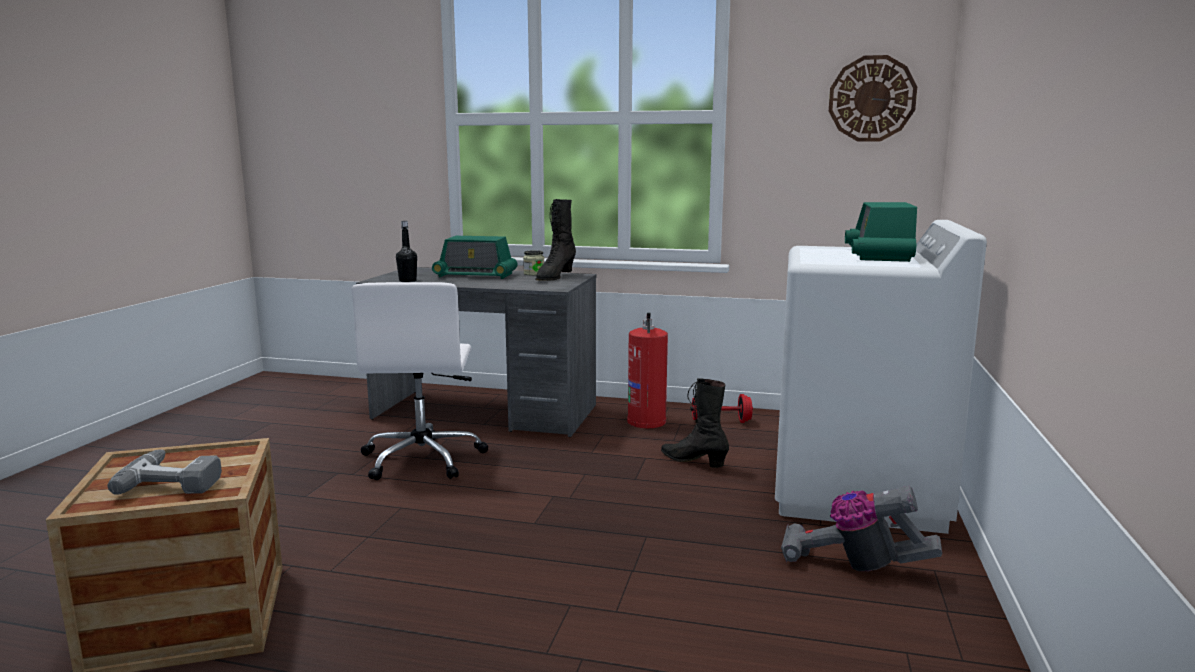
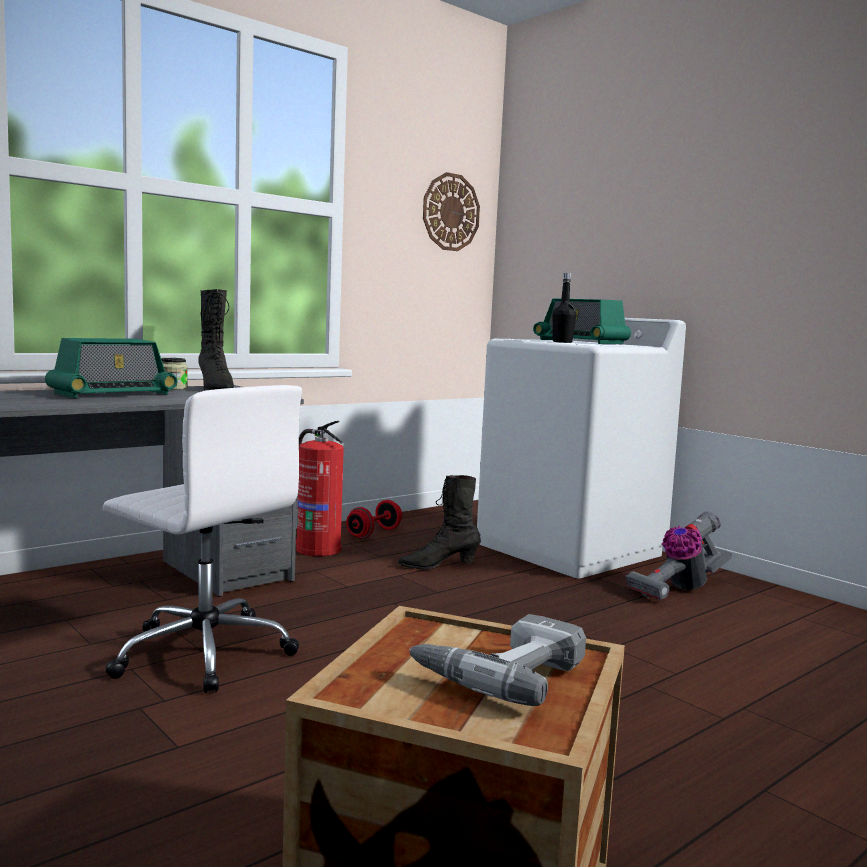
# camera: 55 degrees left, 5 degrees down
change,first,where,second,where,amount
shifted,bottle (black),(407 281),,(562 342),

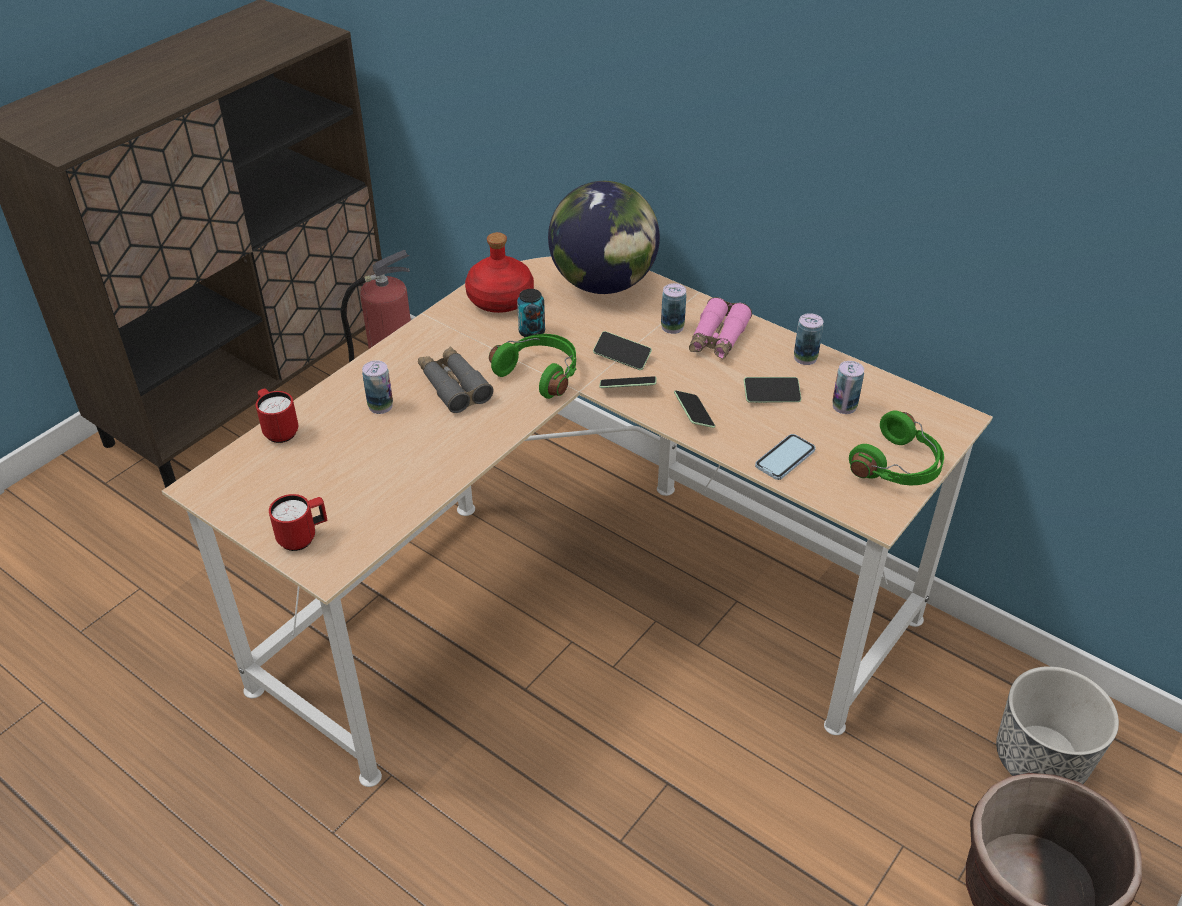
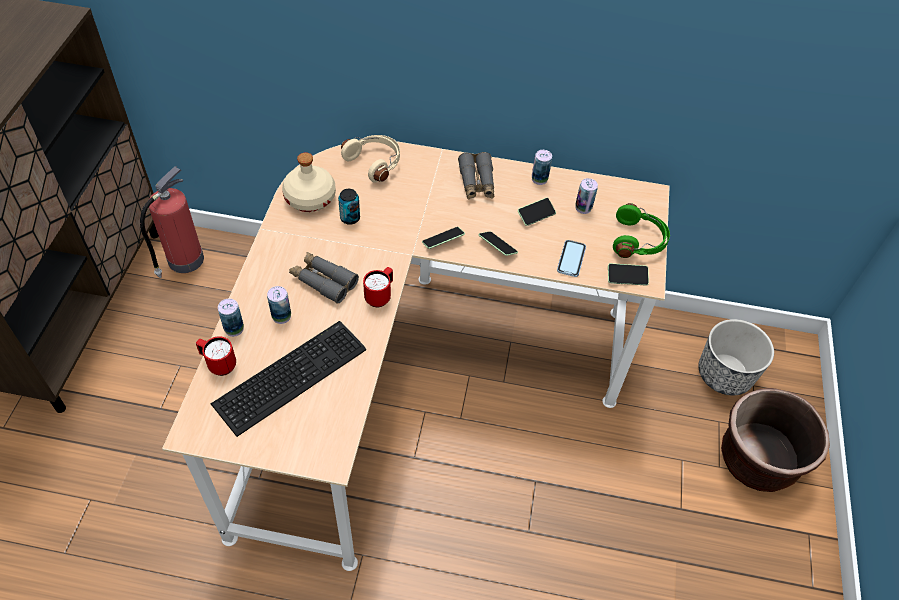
# camera: 30 degrees left, 10 degrees up
change,first,where,second,where,amount
swapped,globe,(604 284),headphones (beige),(375 162),
repainted,bottle (red),(501 299),bottle (beige),(311 198),
shifted,can,(672 327),,(234 329),
repainted,binoculars (pink),(717 338),binoculars (grey),(477 182),
shifted,phone,(622 357),,(626 278),
gone,headphones (green),(540 373),,,
shifted,mug (red),(303 537),,(380 296),
new,,,keyboard,(287 375),

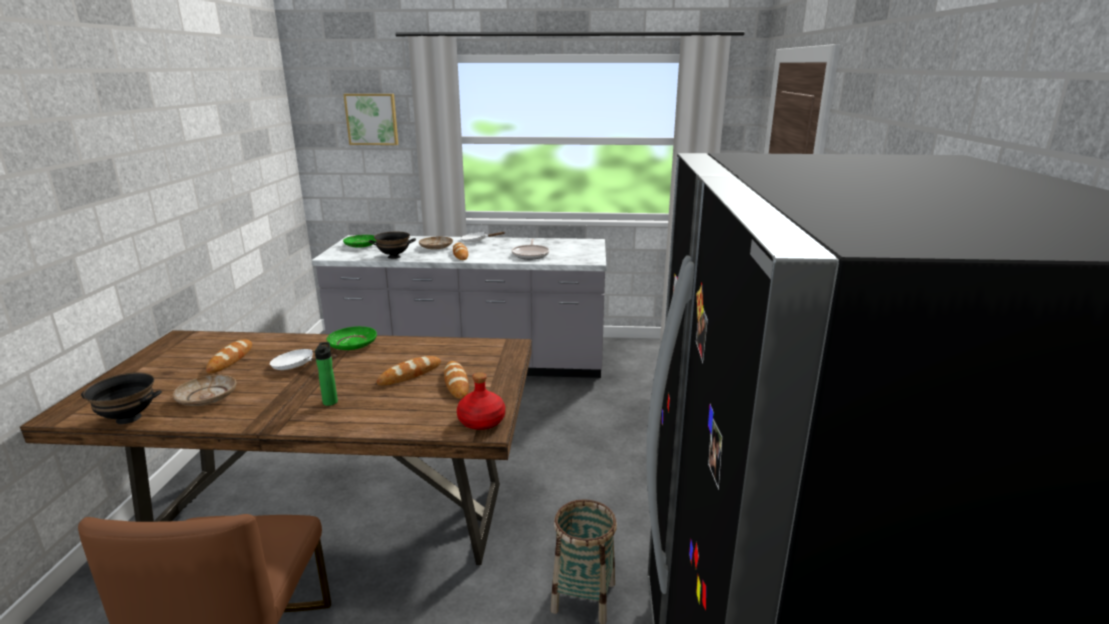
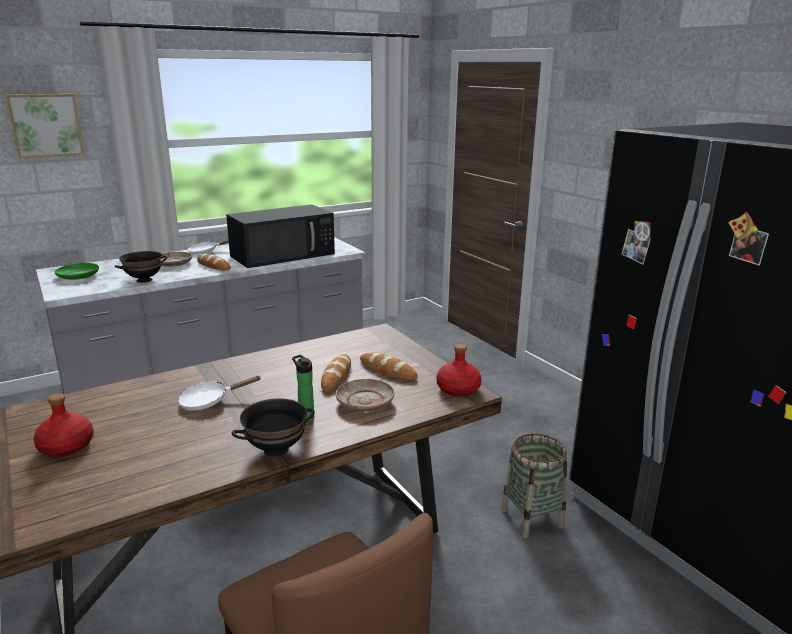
# camera: 35 degrees left, 0 degrees up
change,first,where,second,where,amount
swapped,frying pan,(531 254),microwave (black),(284 254),
gone,plate (green),(353 344),,,
gone,bread,(230 359),,,
shifted,bowl (black),(128 418),,(276 450),
shifted,plate (beige),(207 397),,(365 402),
new,,,bottle (red),(67 446),

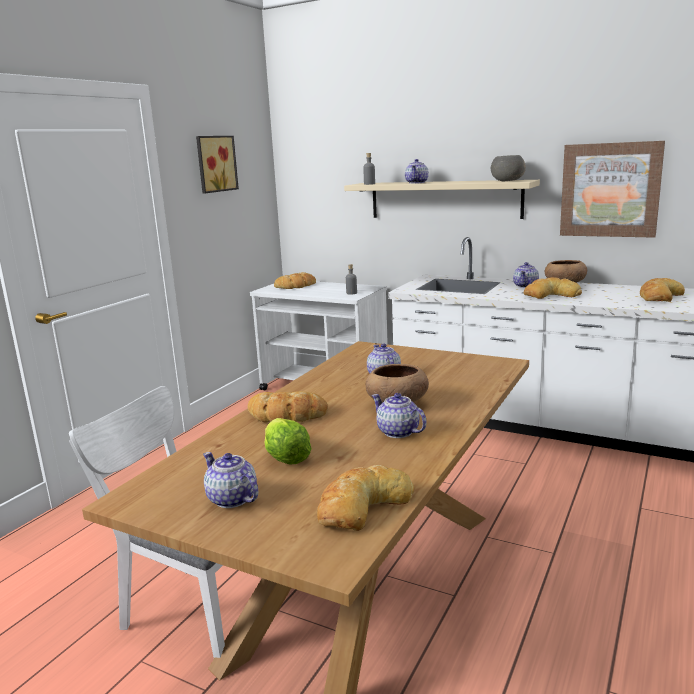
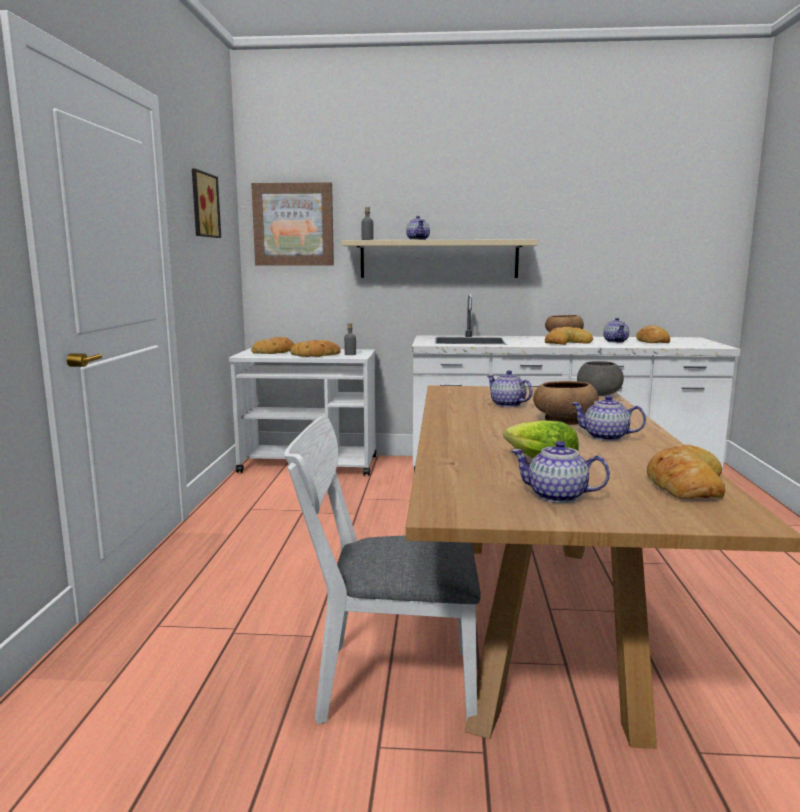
# camera: 25 degrees left, 5 degrees down
change,first,where,second,where,amount
shifted,picture,(610 190),,(293 225),
shifted,bowl (grey),(507 181),,(598 394),
shifted,teapot,(526 286),,(615 341),
shifted,bread,(287 415),,(316 355),

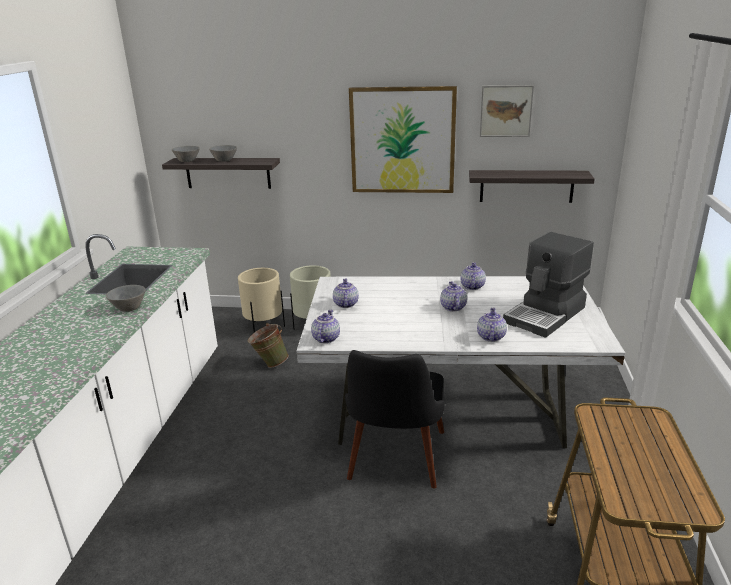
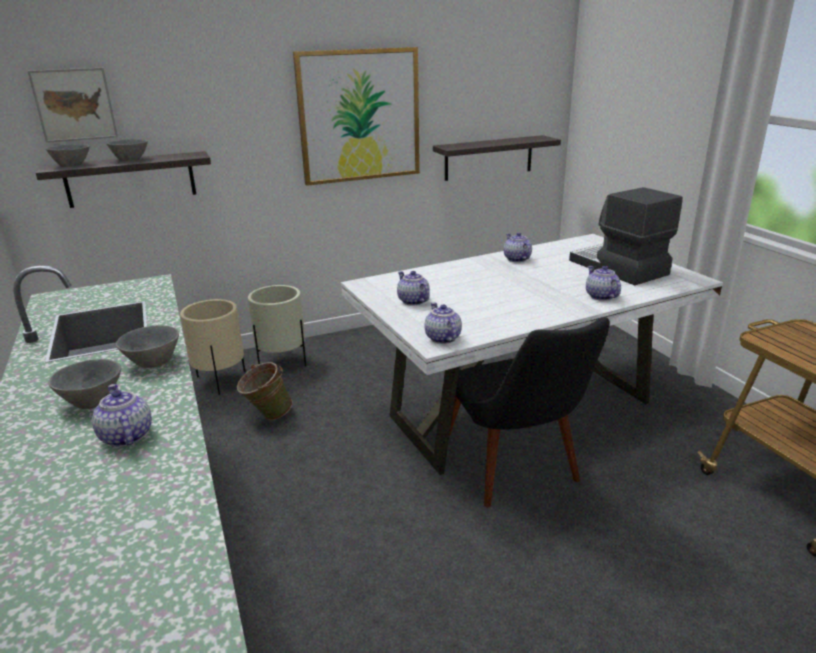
# camera: 30 degrees left, 0 degrees up
change,first,where,second,where,amount
shifted,picture,(506 111),,(74 105),
rotated,coffee machine,(546 315),,(617 268),135 degrees clockwise
shifted,teapot,(452 307),,(125 436),
new,,,bowl (grey),(94 400),

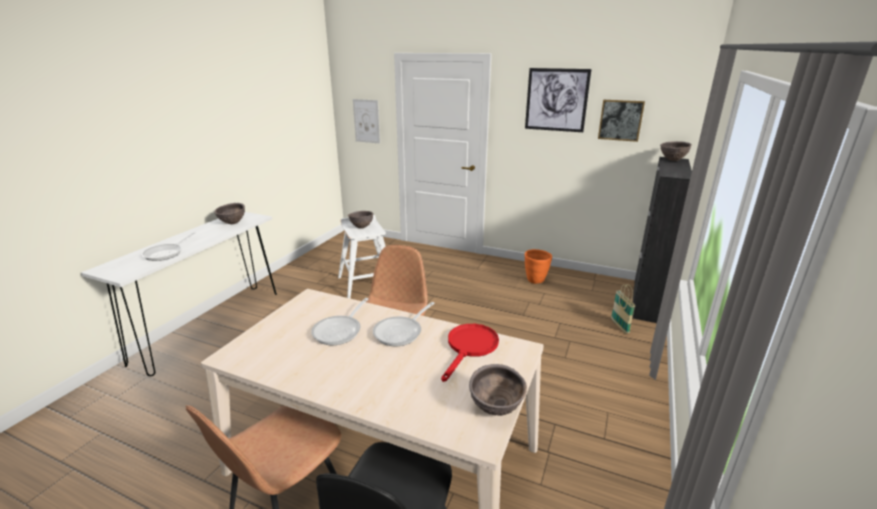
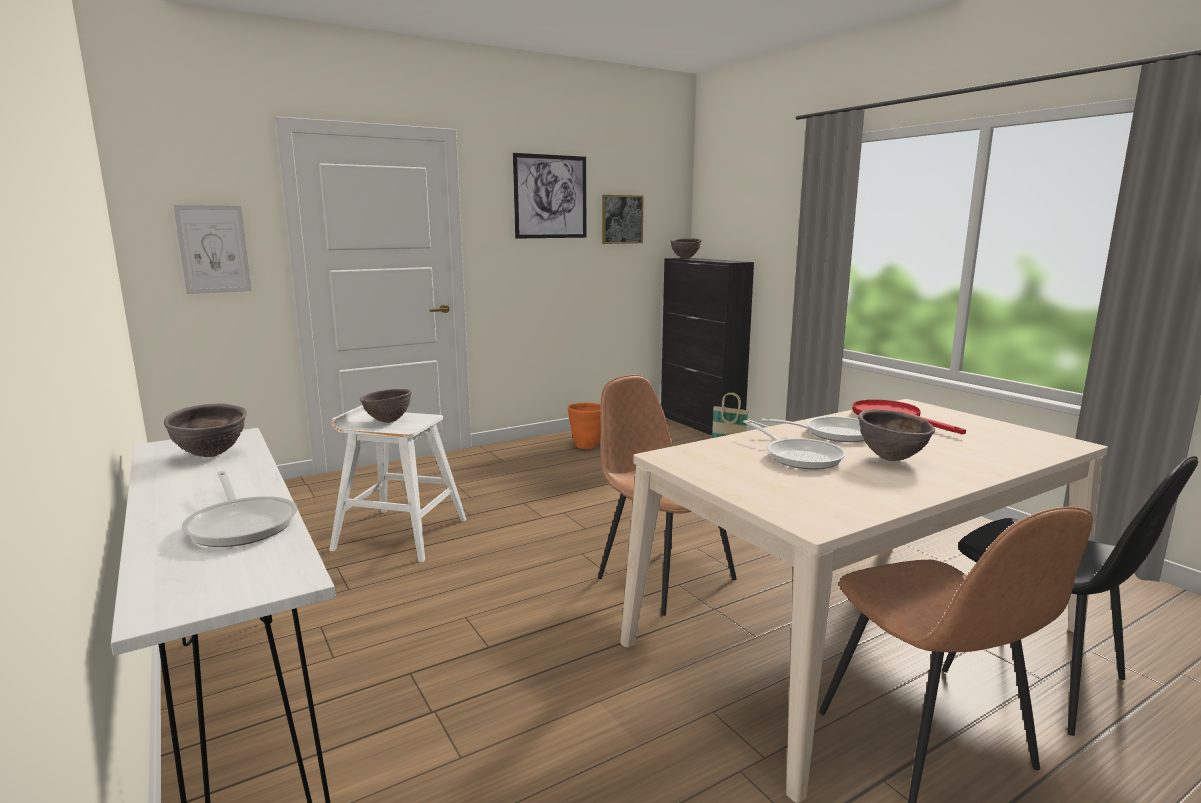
# camera: 55 degrees left, 10 degrees down
change,first,where,second,where,amount
rotated,frying pan,(401 332),,(833 433),75 degrees counterclockwise
shifted,bowl (brown),(495 409),,(891 459),

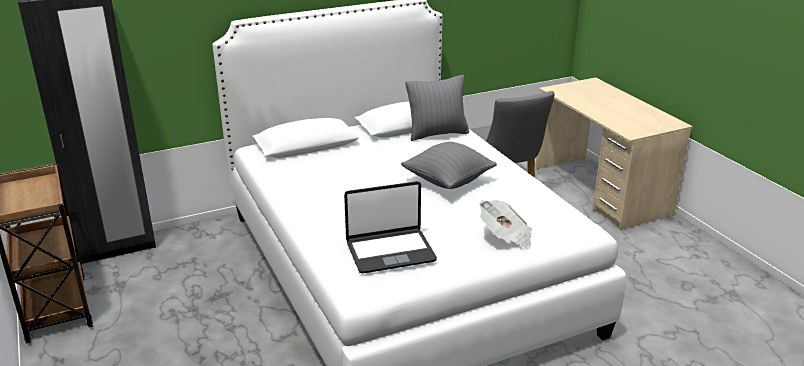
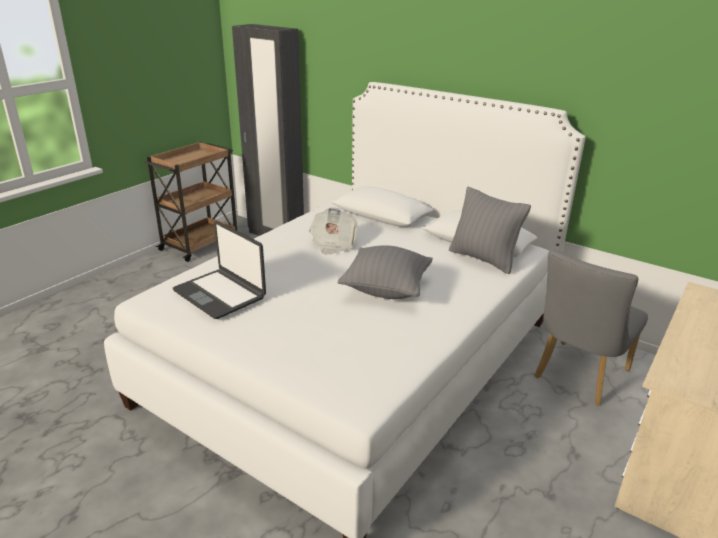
# camera: 60 degrees right, 0 degrees up
change,first,where,second,where,amount
shifted,newspaper,(506 237),,(333 243),

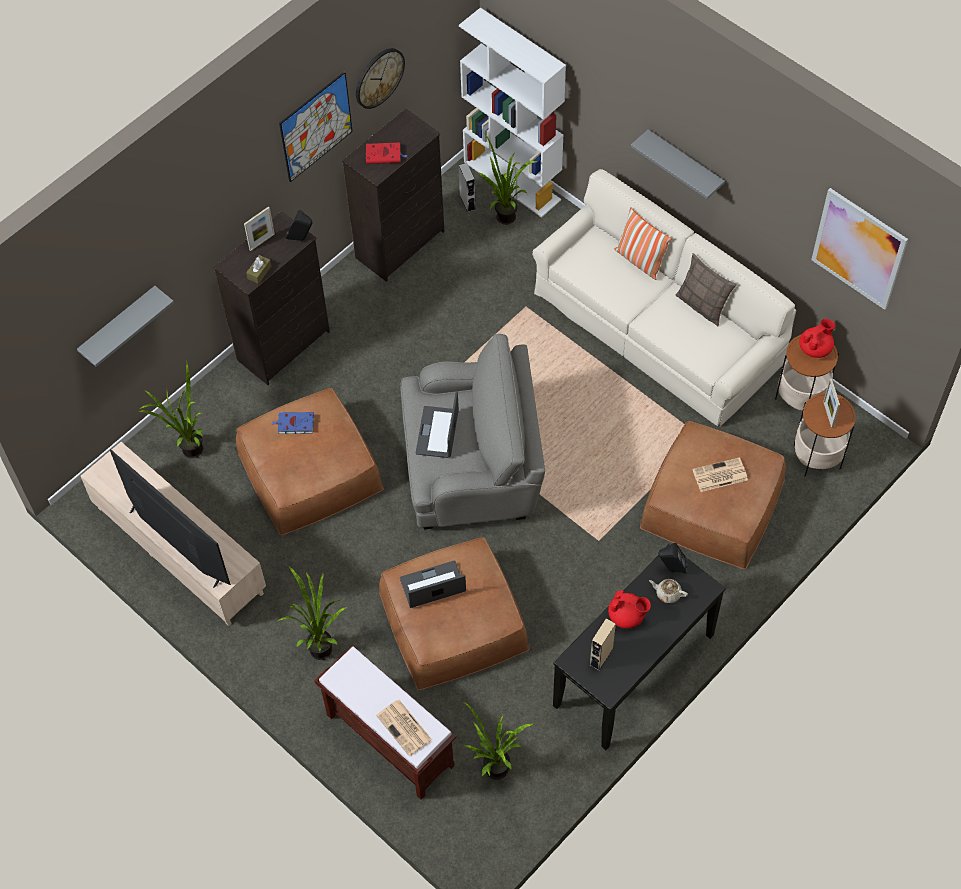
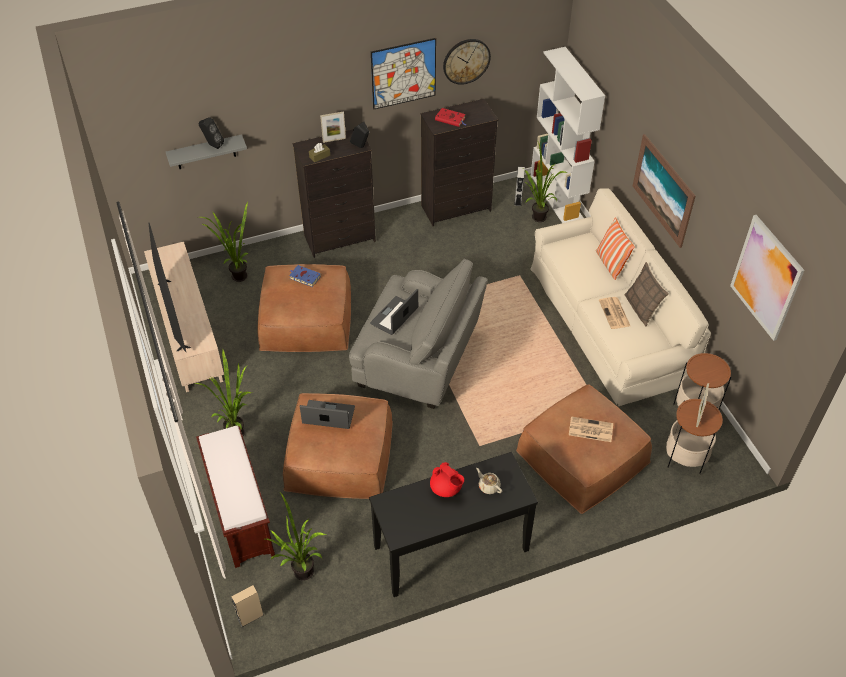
# camera: 25 degrees right, 10 degrees down
change,first,where,second,where,amount
swapped,shelf (grey),(684 164),picture,(663 190),
gone,teapot (red),(815 348),,,
shifted,speaker (black),(671 568),,(212 145),
shifted,speaker (beige),(601 656),,(250 617),
shifted,newspaper,(405 728),,(615 313),

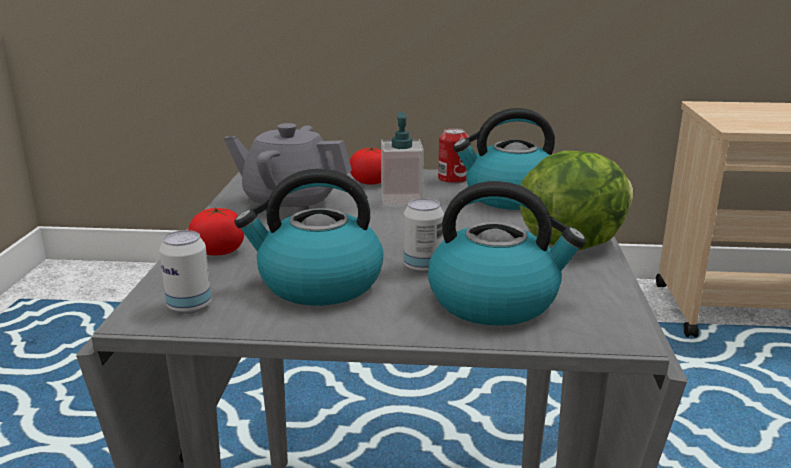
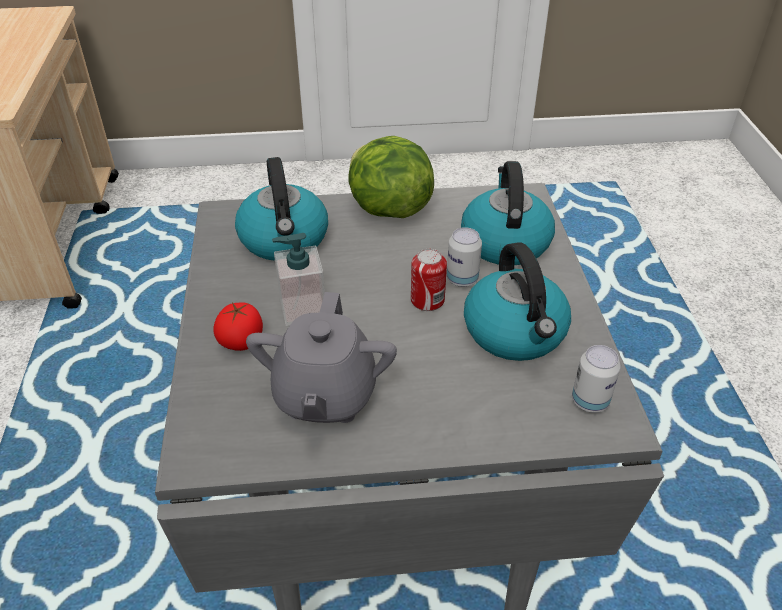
# camera: 100 degrees left, 20 degrees up
change,first,where,second,where,amount
shifted,can,(453 179),,(427 300),
gone,tomato,(218 251),,,

